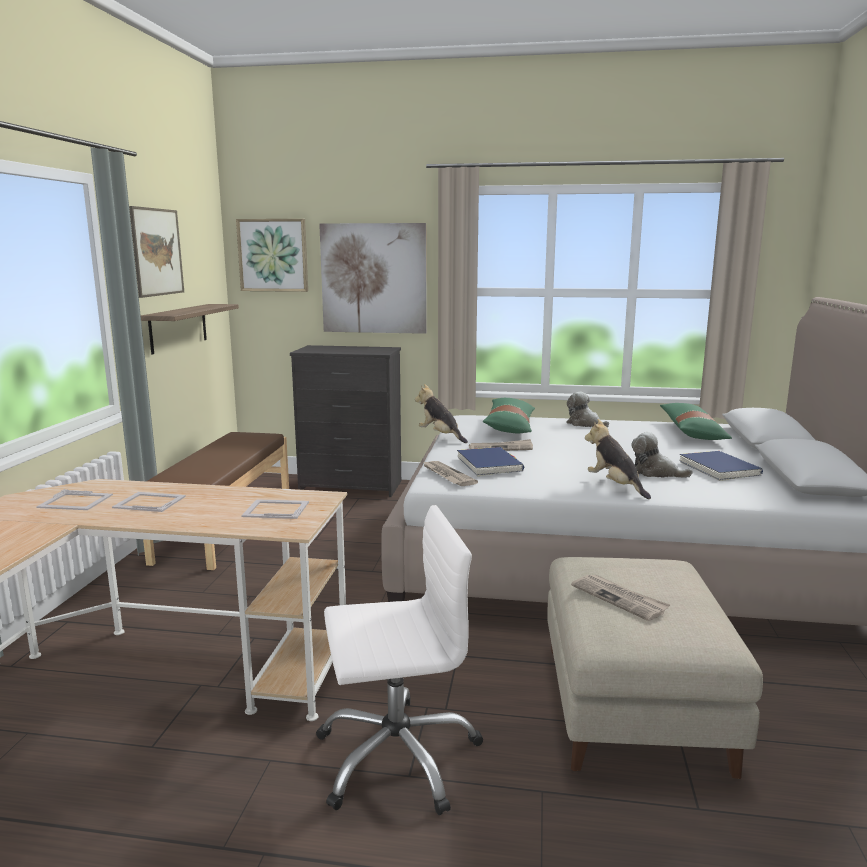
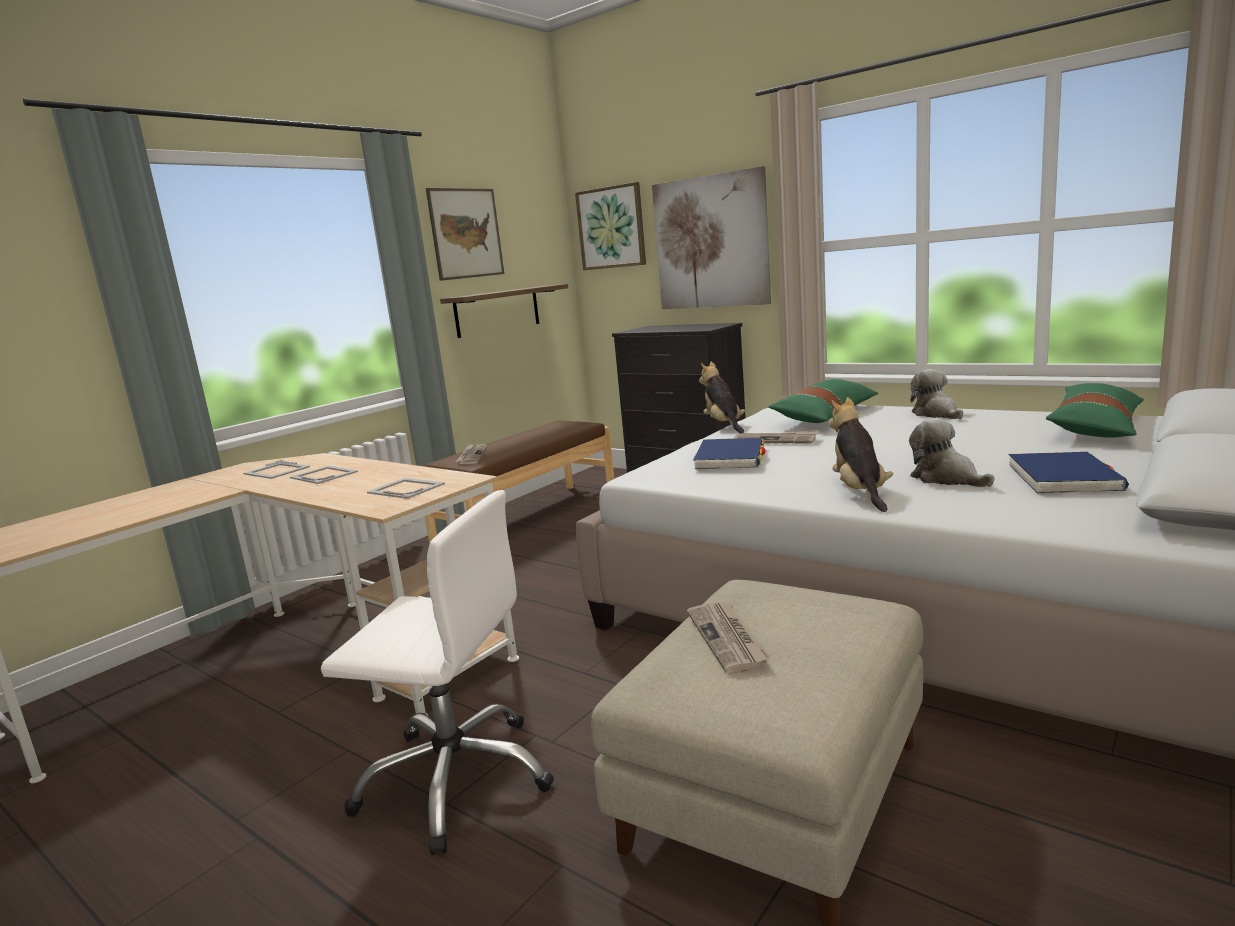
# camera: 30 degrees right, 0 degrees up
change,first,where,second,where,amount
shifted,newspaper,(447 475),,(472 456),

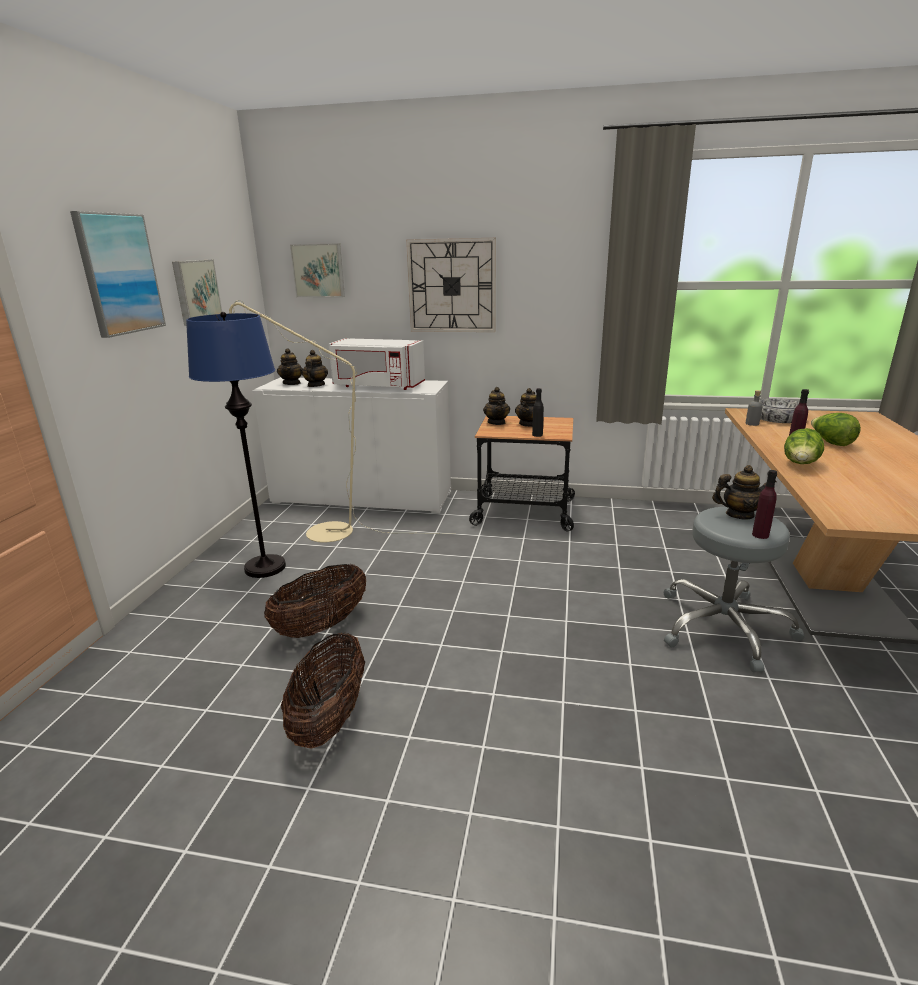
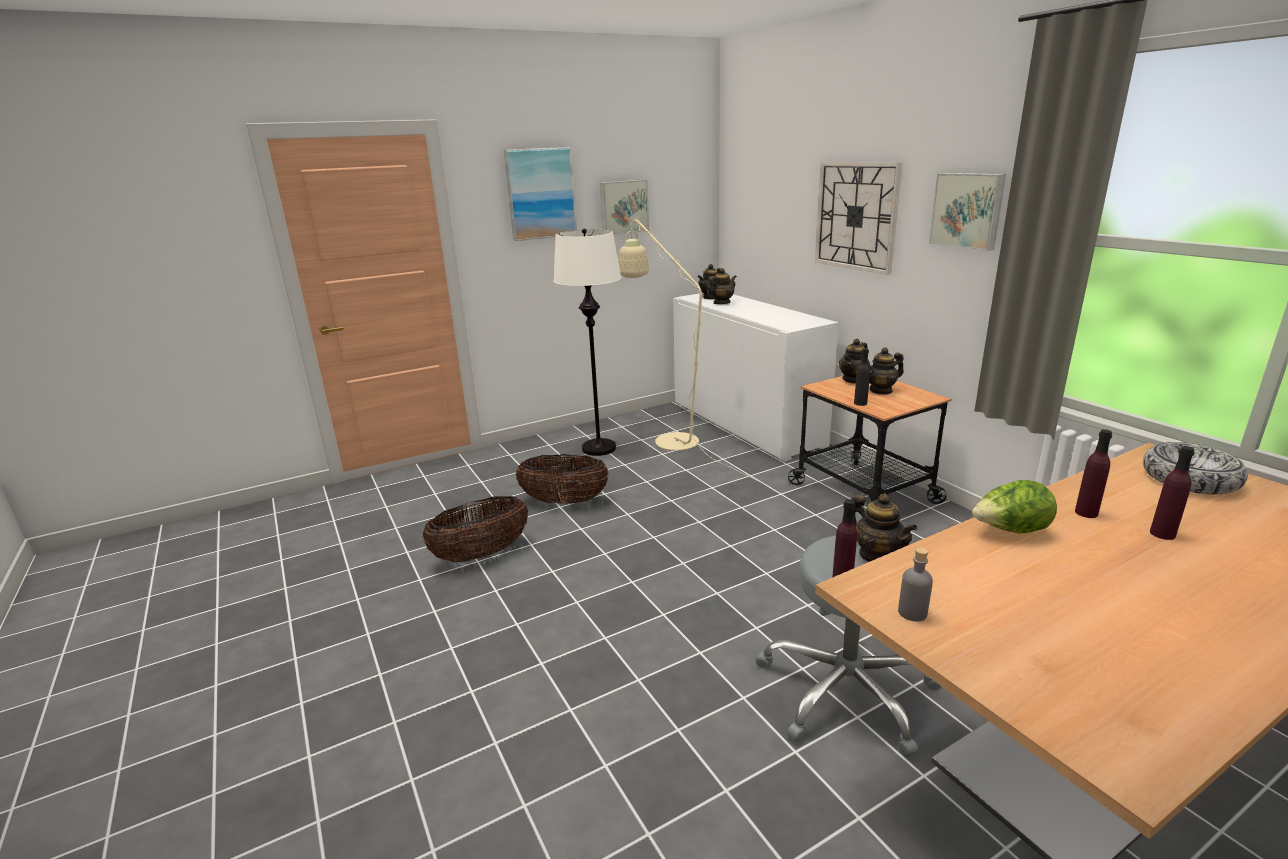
# camera: 50 degrees right, 0 degrees up
change,first,where,second,where,amount
shifted,picture,(319 270),,(967 210),
repainted,floor lamp (blue),(265 567),floor lamp (white),(599 448),
gone,microwave (white),(377 386),,,
shifted,bottle (grey),(752 424),,(912 613),
swapped,lettuce,(831 443),bottle (purple),(1162 534),

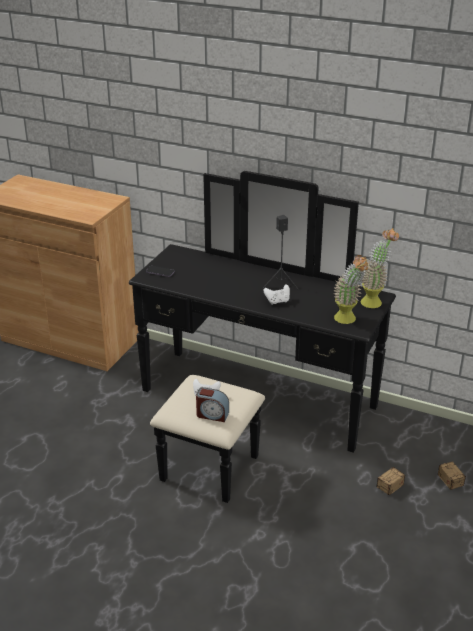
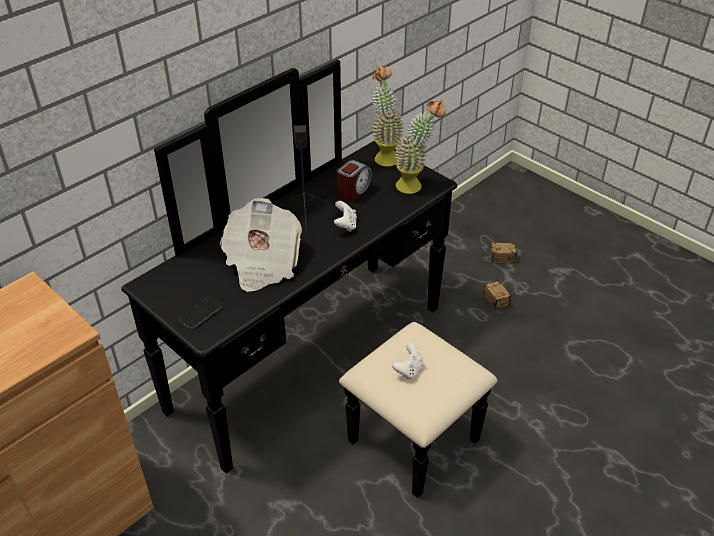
# camera: 70 degrees left, 10 degrees up
change,first,where,second,where,amount
shifted,alarm clock,(212 414),,(354 191),
new,,,newspaper,(262 263),

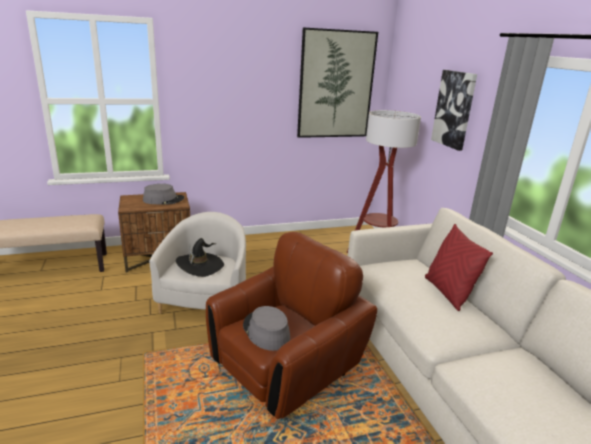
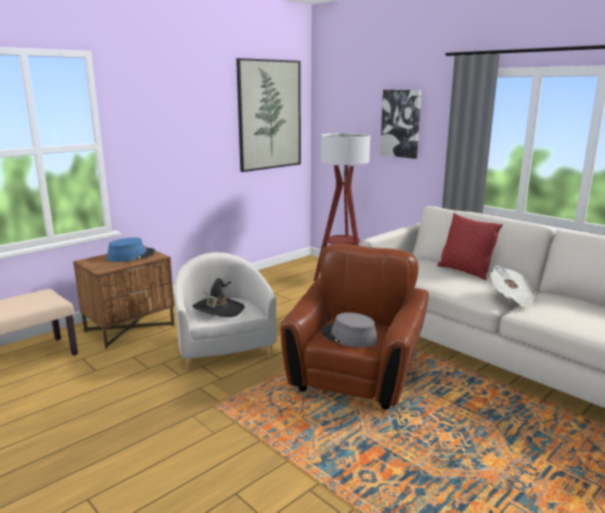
# camera: 25 degrees left, 5 degrees down
change,first,where,second,where,amount
repainted,hat (grey),(163 200),hat (blue),(131 256),
new,,,newspaper,(511 298),

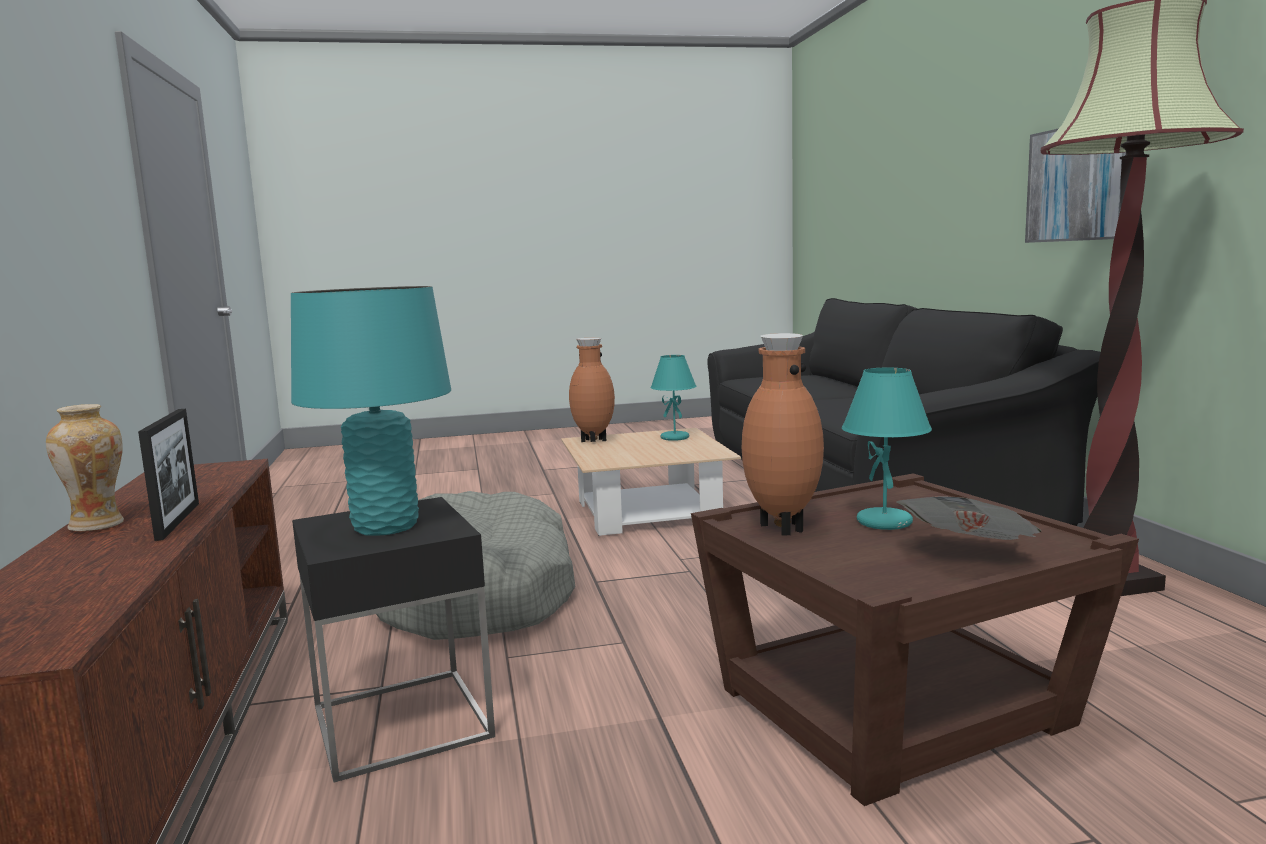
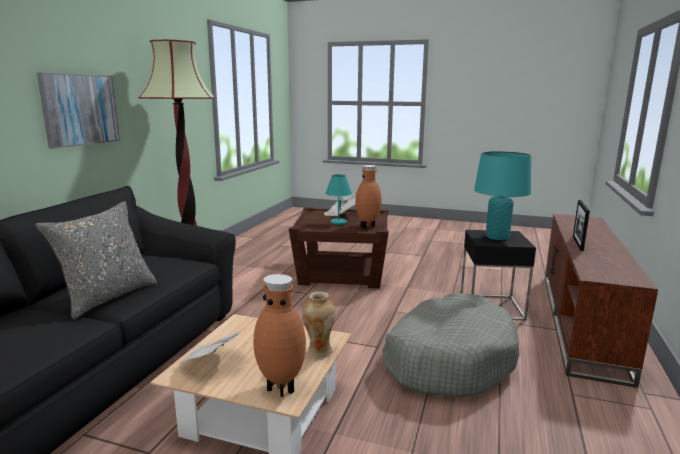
# camera: 150 degrees left, 5 degrees up
change,first,where,second,where,amount
swapped,table lamp (turquoise),(675 437),newspaper,(211 362),
shifted,vase,(97 525),,(319 352),
new,,,pillow (grey),(107 297),

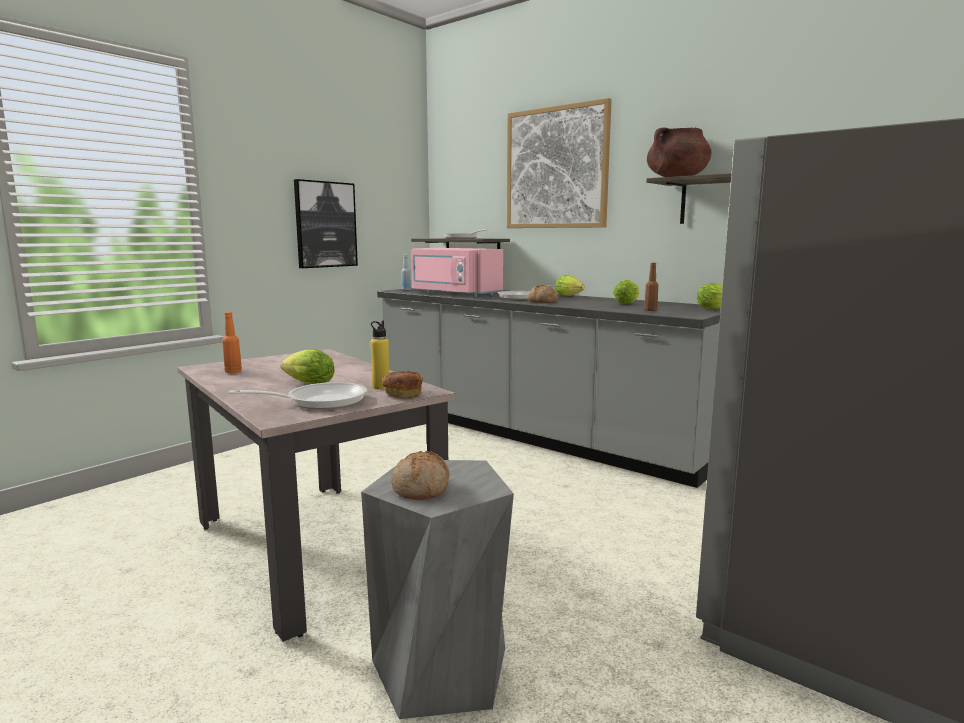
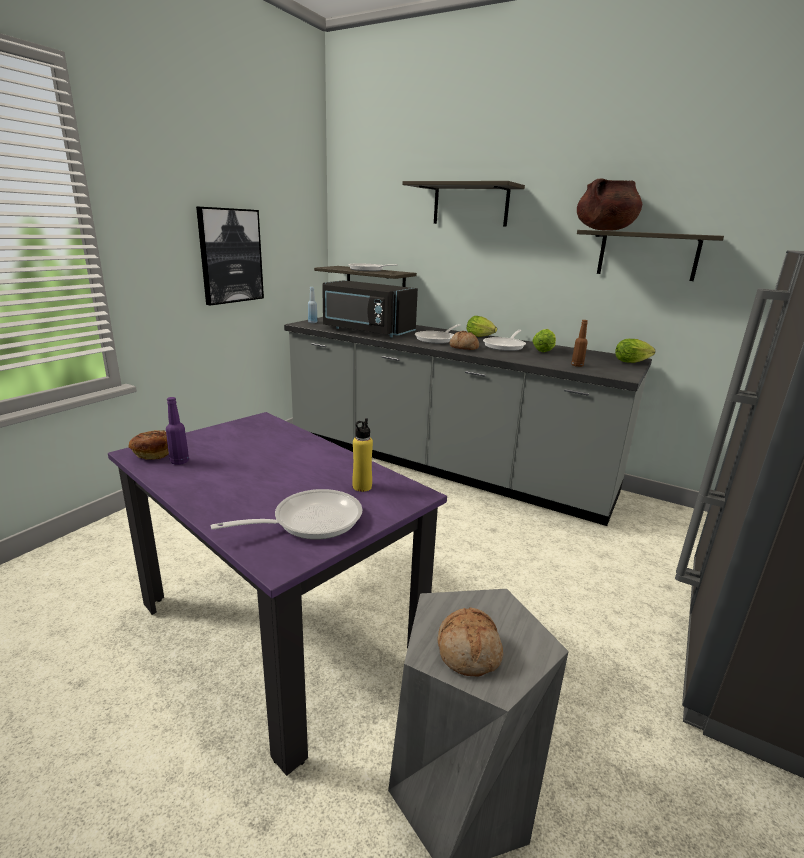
# camera: 10 degrees left, 10 degrees up
change,first,where,second,where,amount
swapped,picture,(556 168),shelf,(470 205),
repainted,microwave (pink),(454 294),microwave (black),(366 331),
repainted,bottle (orange),(233 372),bottle (purple),(180 461),
repainted,dining table (beige),(314 547),dining table (purple),(278 631),
gone,lettuce,(306 384),,,
shifted,bread,(402 394),,(152 454),
new,,,frying pan,(505 346),

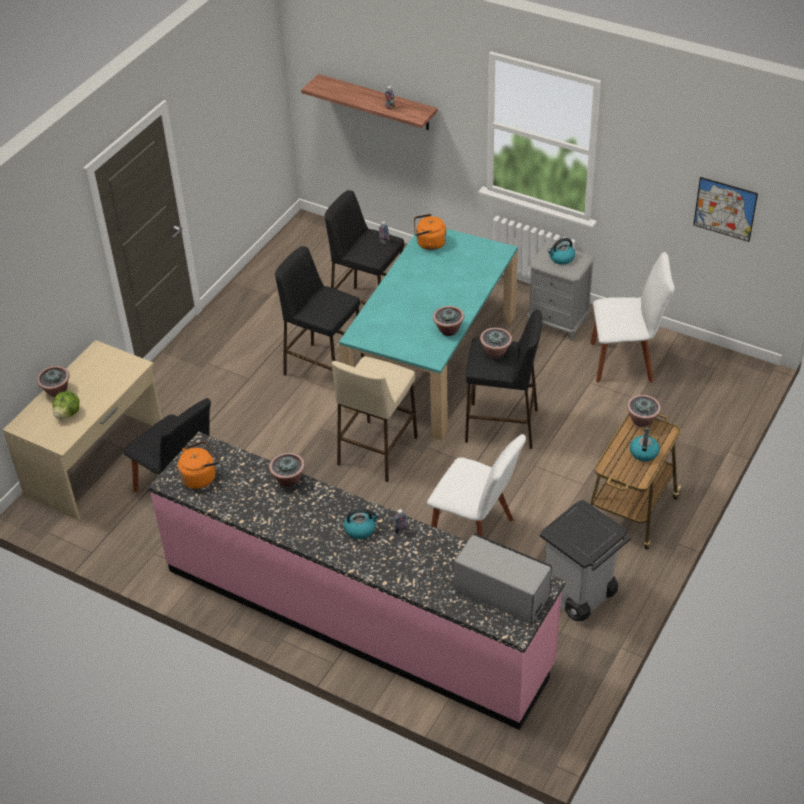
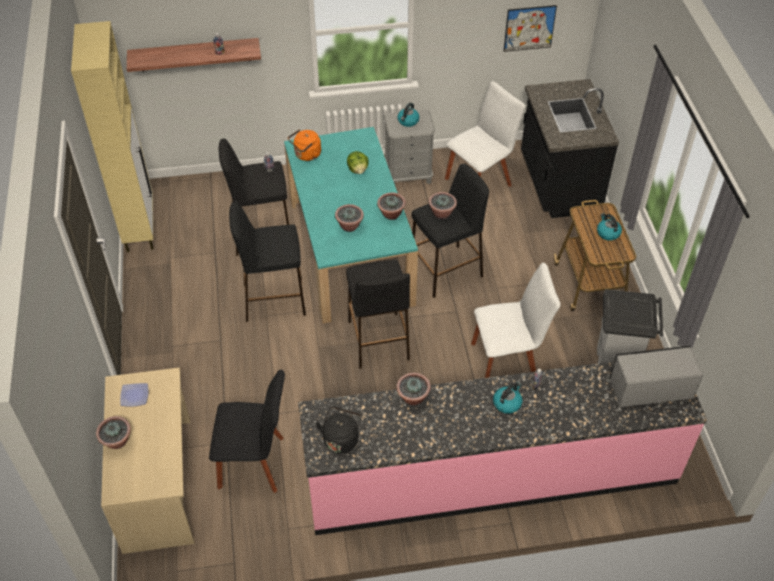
# camera: 40 degrees left, 5 degrees up
change,first,where,second,where,amount
repainted,stool (beige),(377 451),stool (black),(378 341),
shifted,lettuce,(68 413),,(358 170),
shifted,potted plant,(642 420),,(349 226),
repainted,kettle (orange),(200 477),kettle (black),(341 438),
new,,,cabinet (beige),(140 227),
new,,,counter (black),(558 184),
new,,,plate,(134 396),

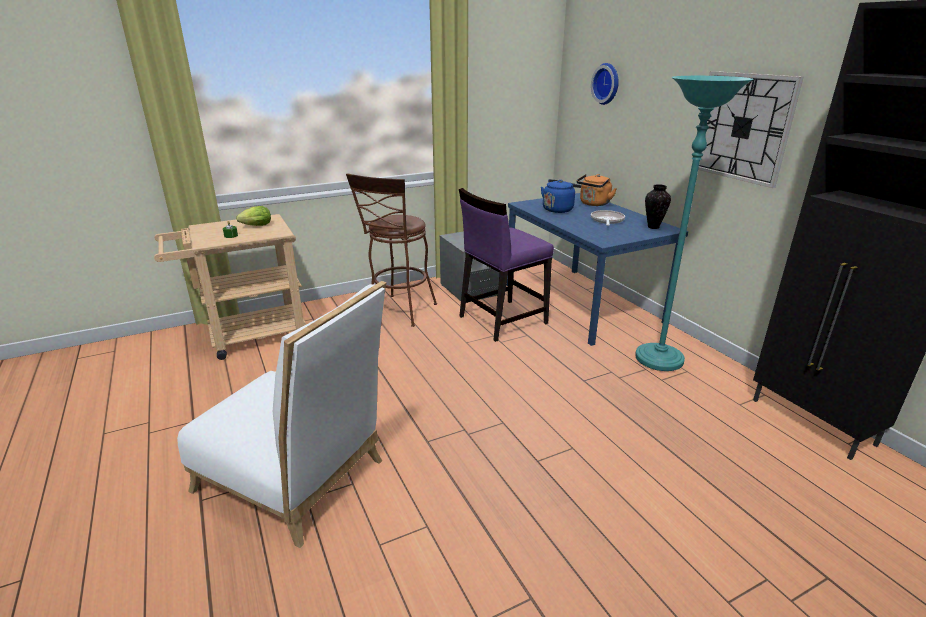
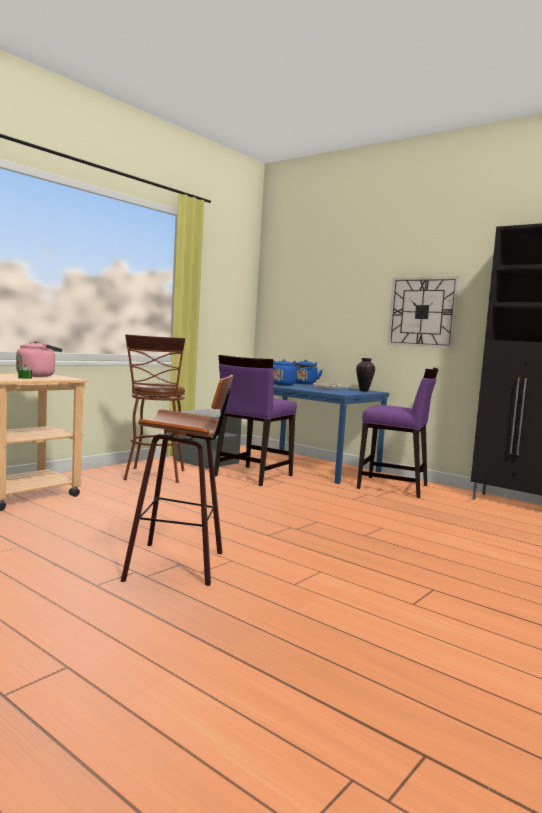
# camera: 25 degrees left, 20 degrees down
change,first,where,second,where,amount
gone,wall clock,(607 83),,,
swapped,floor lamp (turquoise),(659 360),chair (purple),(393 487),
repainted,kettle (orange),(593 204),kettle (blue),(304 384),
swapped,lettuce,(255 226),kettle (pink),(38 376),
swapped,chair (white),(298 480),stool,(179 564),

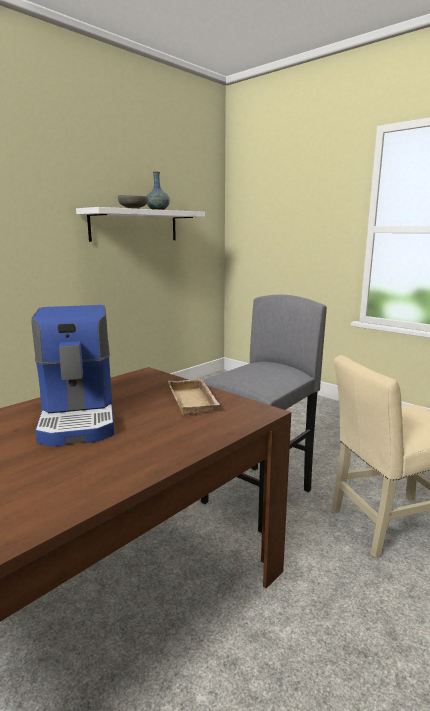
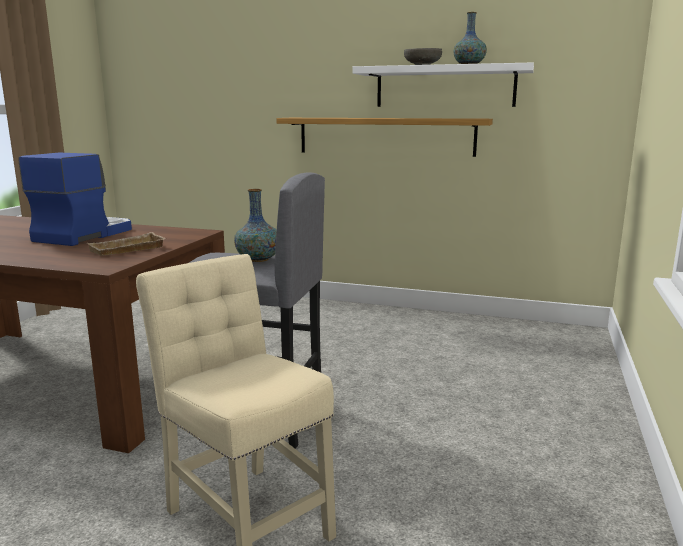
# camera: 65 degrees right, 0 degrees up
change,first,where,second,where,amount
rotated,coffee machine,(80 417),,(84 235),150 degrees clockwise
new,,,shelf,(385 136),
new,,,vase,(258 259),

